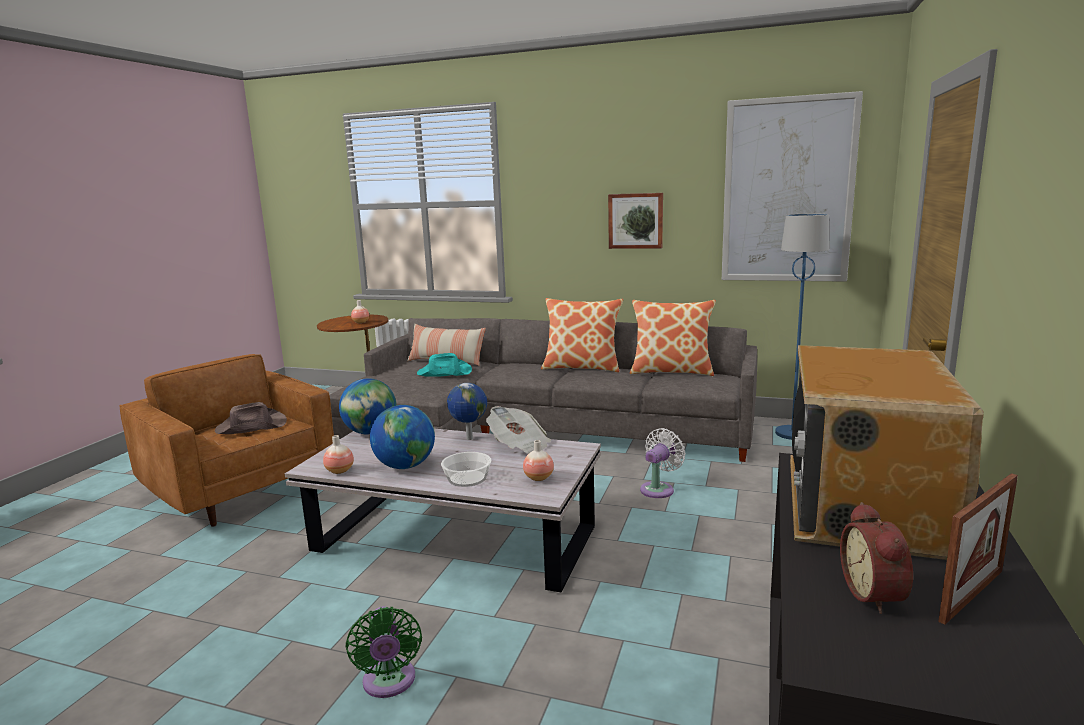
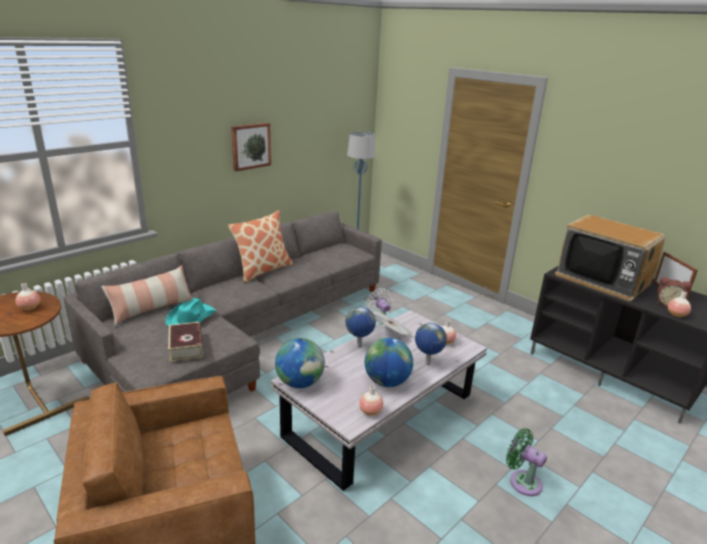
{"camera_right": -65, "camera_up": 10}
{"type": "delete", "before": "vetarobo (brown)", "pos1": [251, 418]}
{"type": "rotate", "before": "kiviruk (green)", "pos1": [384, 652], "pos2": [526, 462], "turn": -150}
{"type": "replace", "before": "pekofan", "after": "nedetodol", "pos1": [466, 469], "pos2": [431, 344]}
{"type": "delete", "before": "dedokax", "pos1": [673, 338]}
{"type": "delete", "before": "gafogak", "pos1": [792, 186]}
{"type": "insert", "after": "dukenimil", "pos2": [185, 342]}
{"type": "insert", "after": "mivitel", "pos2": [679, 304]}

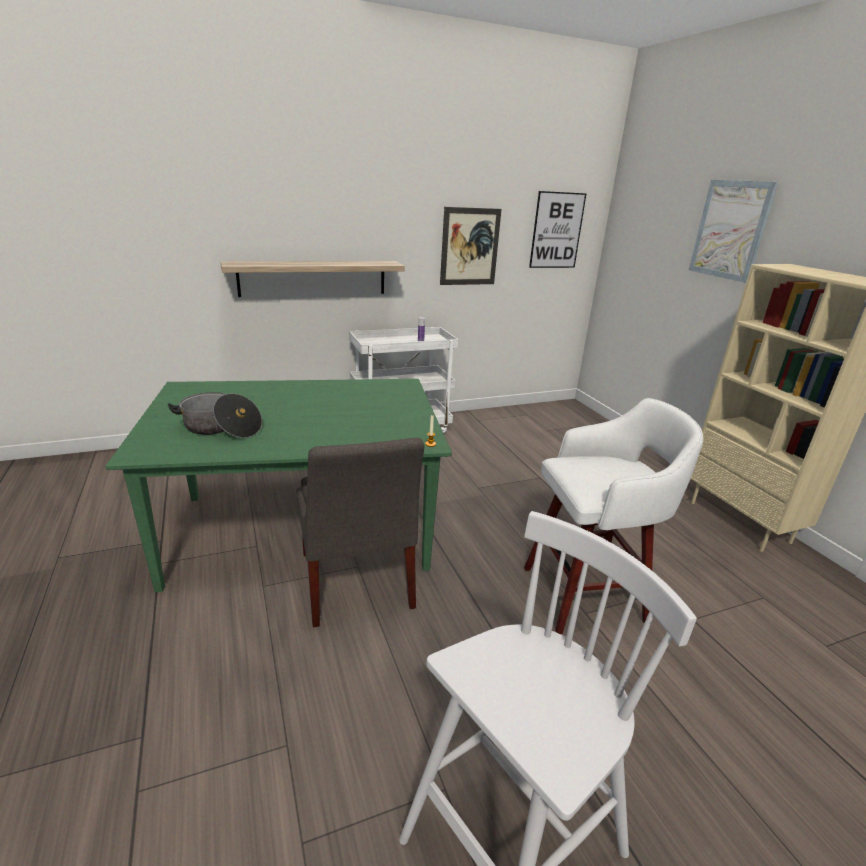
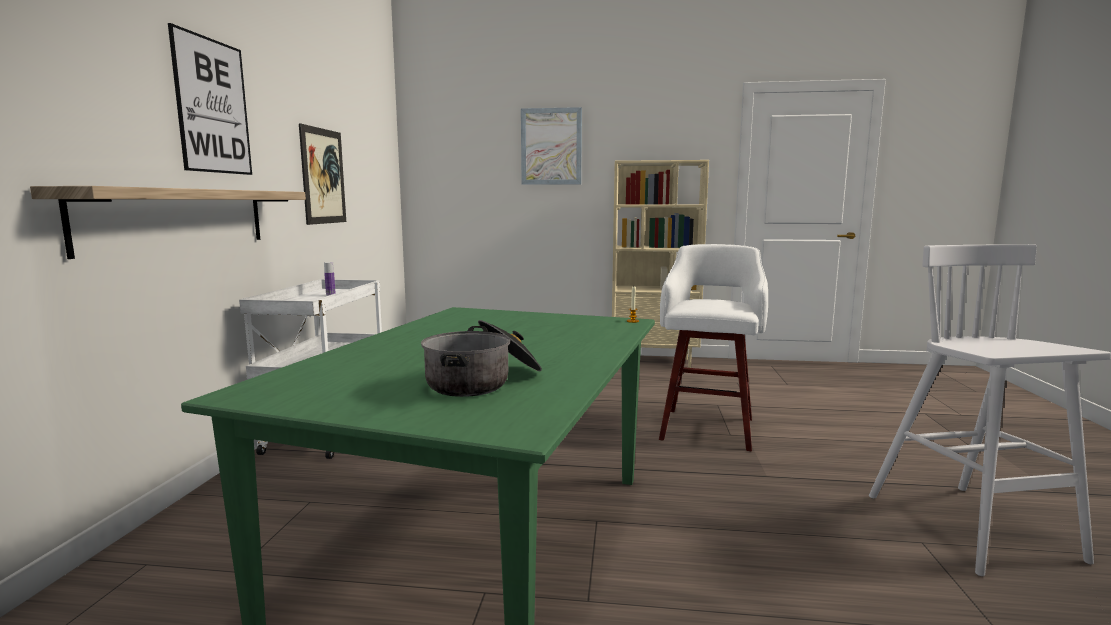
{"camera_right": -60, "camera_up": -15}
{"type": "delete", "before": "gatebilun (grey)", "pos1": [360, 532]}
{"type": "move", "before": "gafogak", "pos1": [557, 229], "pos2": [210, 99]}

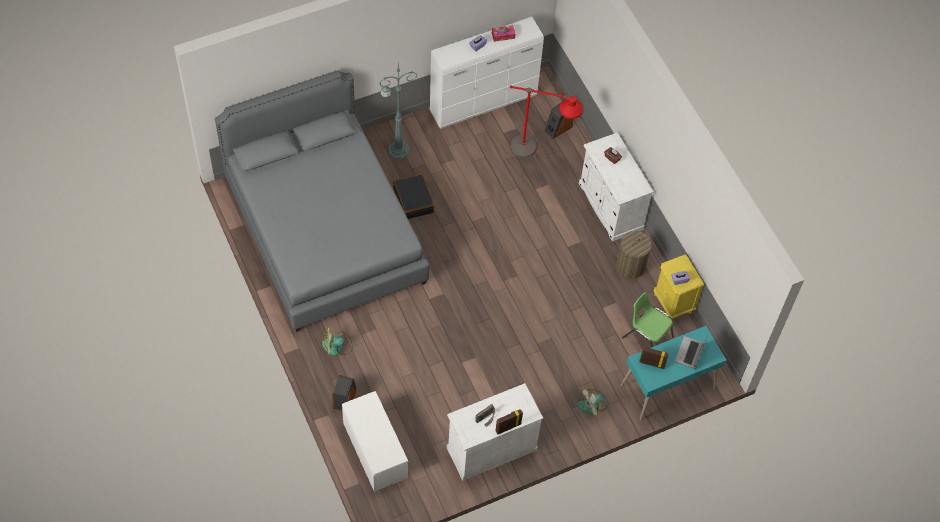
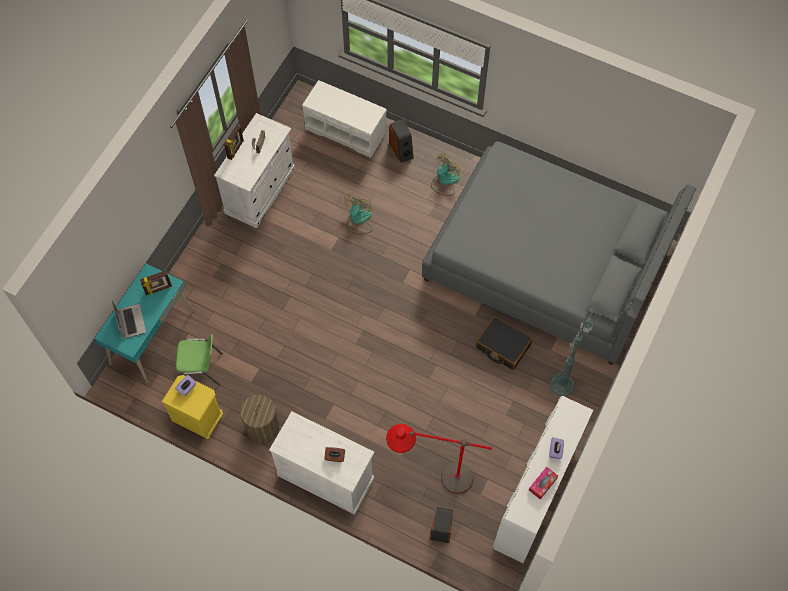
{"camera_right": 145, "camera_up": 5}
{"type": "move", "before": "kiviruk", "pos1": [593, 401], "pos2": [358, 214]}

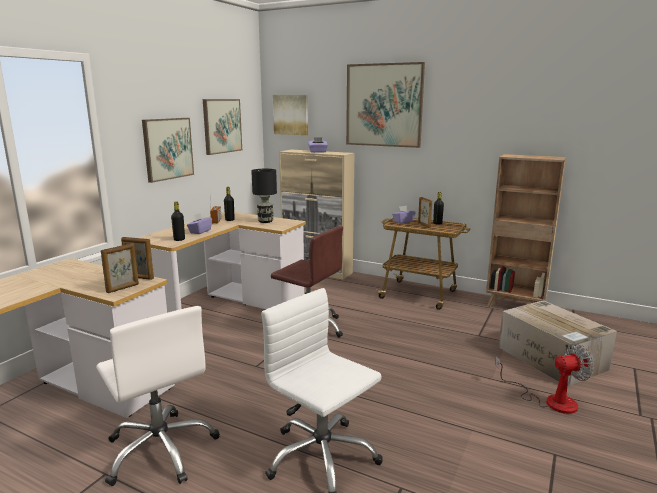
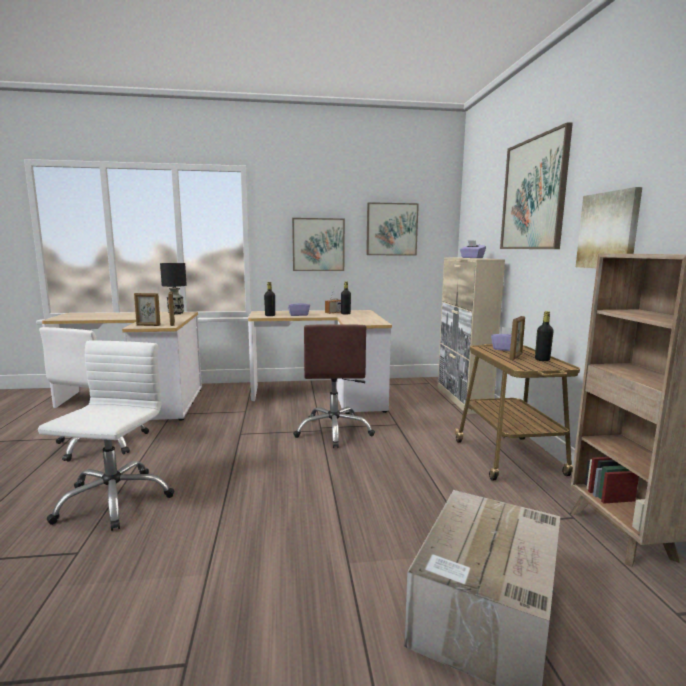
{"camera_right": 55, "camera_up": -5}
{"type": "move", "before": "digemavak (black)", "pos1": [264, 196], "pos2": [173, 289]}
{"type": "move", "before": "gafogak", "pos1": [290, 115], "pos2": [609, 227]}
{"type": "delete", "before": "kiviruk", "pos1": [544, 378]}

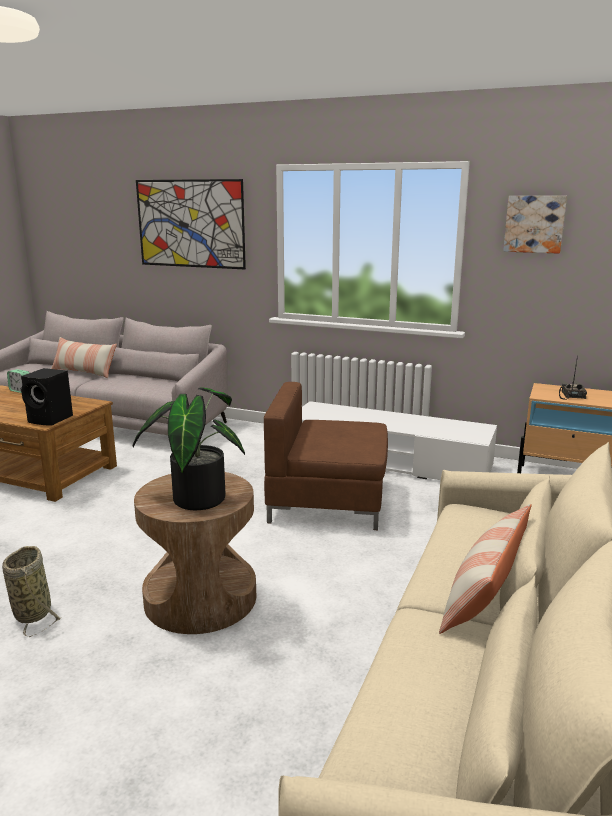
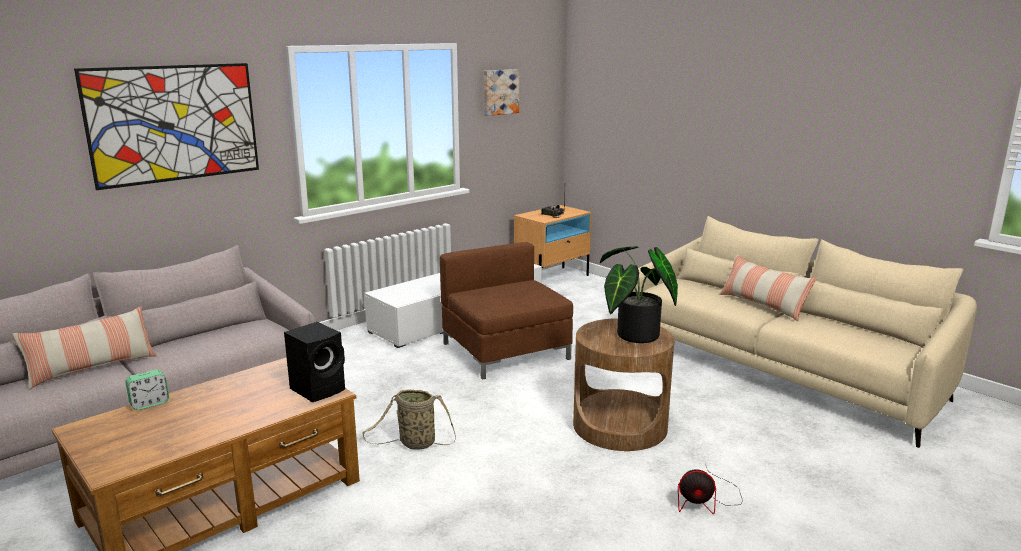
{"camera_right": -65, "camera_up": 0}
{"type": "move", "before": "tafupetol", "pos1": [32, 591], "pos2": [409, 419]}
{"type": "rotate", "before": "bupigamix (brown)", "pos1": [326, 456], "pos2": [506, 311], "turn": 120}
{"type": "insert", "after": "kiviruk", "pos2": [710, 490]}

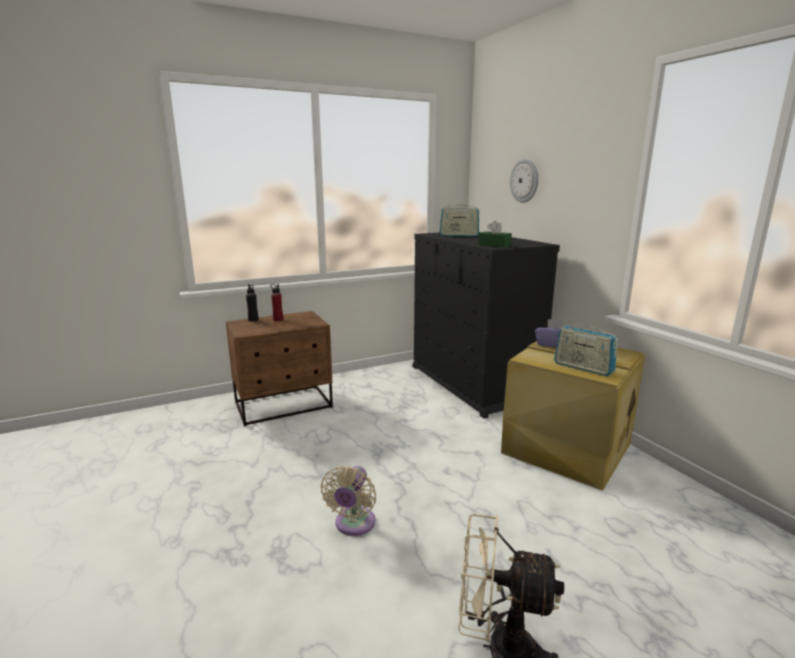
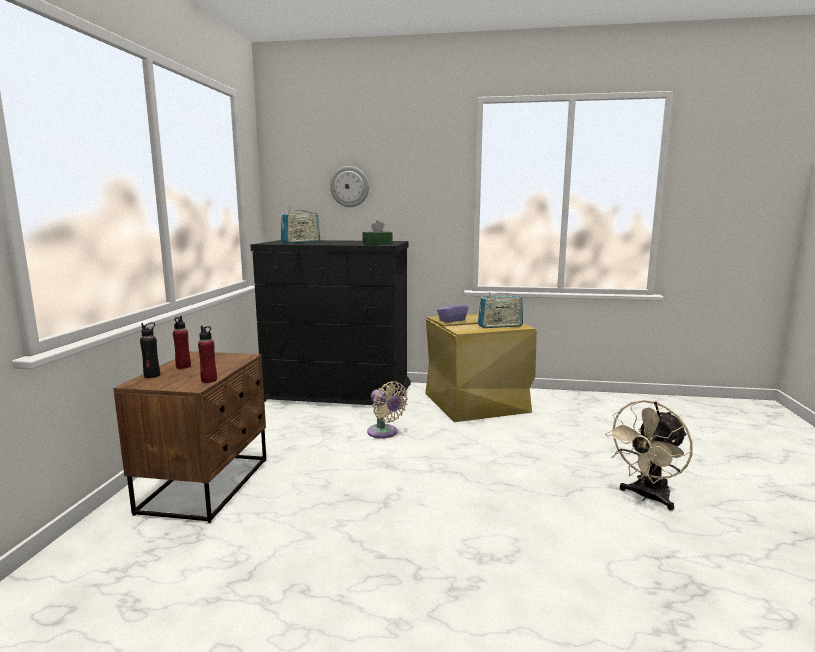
{"camera_right": -55, "camera_up": -5}
{"type": "move", "before": "kiviruk (beige)", "pos1": [348, 501], "pos2": [387, 409]}
{"type": "insert", "after": "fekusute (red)", "pos2": [207, 354]}

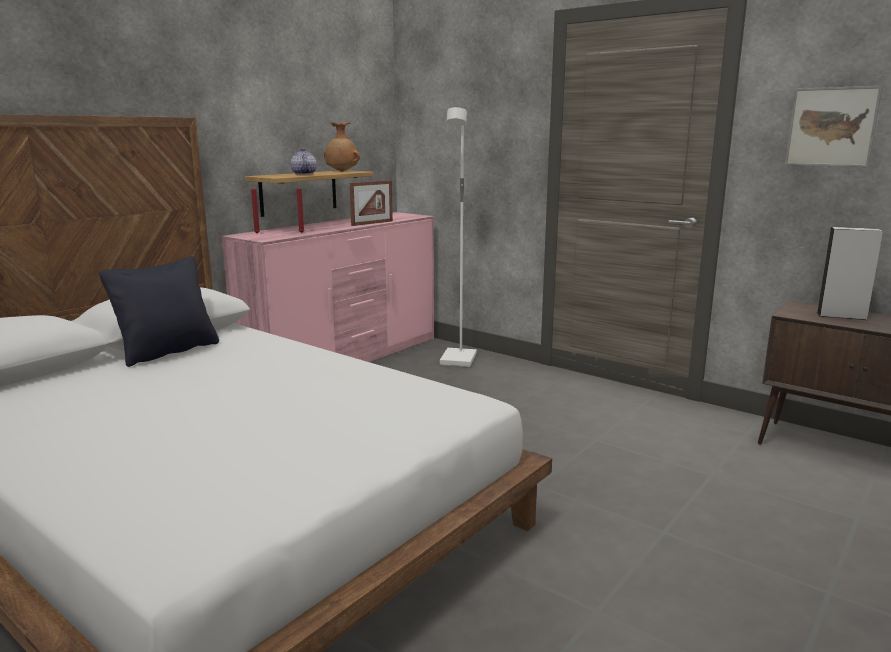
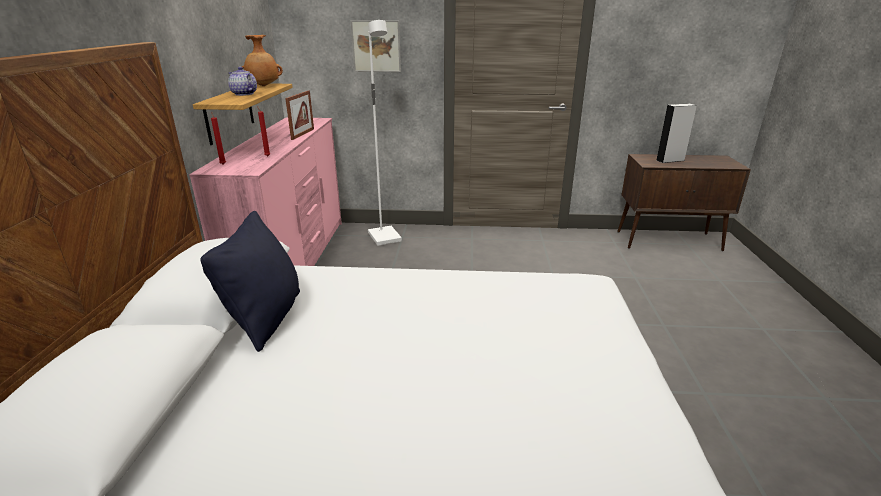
{"camera_right": -35, "camera_up": 10}
{"type": "move", "before": "gafogak", "pos1": [833, 126], "pos2": [375, 46]}

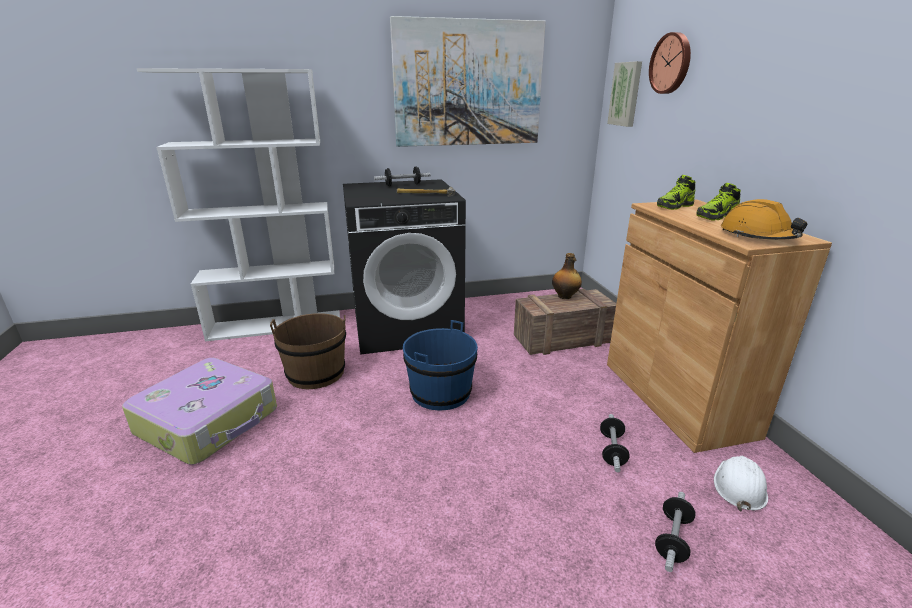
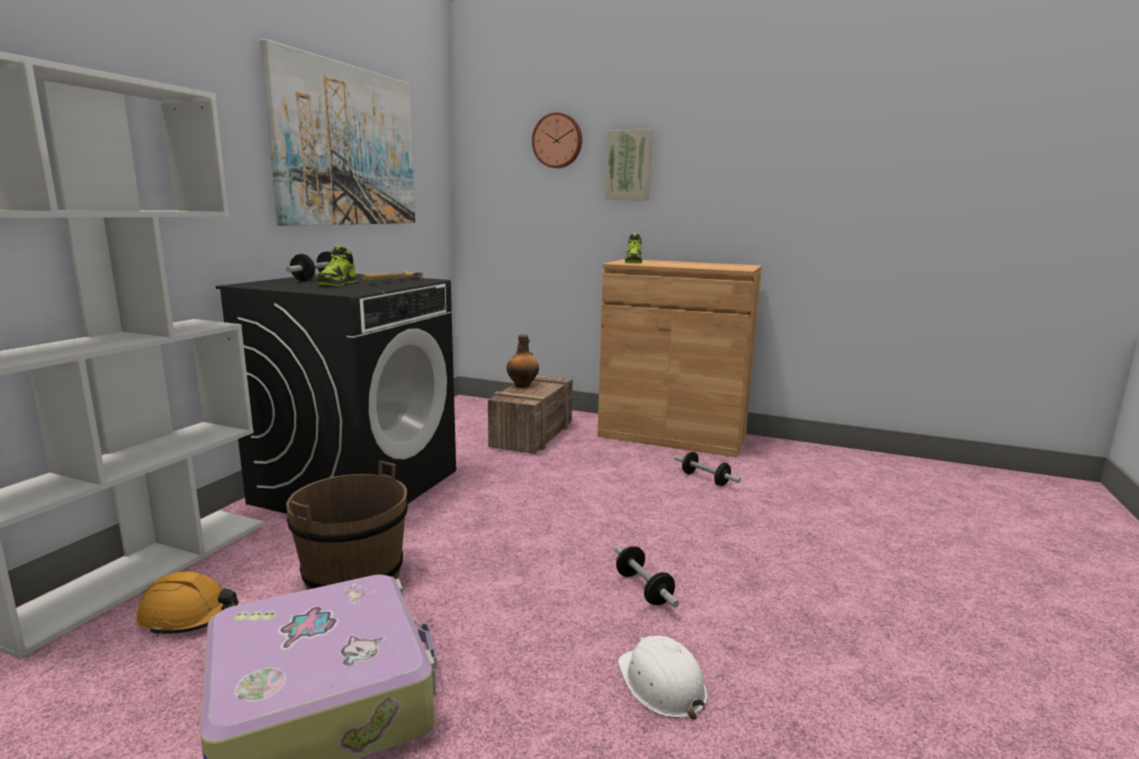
{"camera_right": -55, "camera_up": -10}
{"type": "delete", "before": "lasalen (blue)", "pos1": [440, 365]}
{"type": "move", "before": "gafogak", "pos1": [624, 94], "pos2": [629, 164]}
{"type": "move", "before": "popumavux", "pos1": [675, 532], "pos2": [647, 577]}
{"type": "move", "before": "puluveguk", "pos1": [718, 201], "pos2": [337, 266]}
{"type": "move", "before": "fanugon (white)", "pos1": [741, 483], "pos2": [662, 678]}
{"type": "move", "before": "fanugon (orange)", "pos1": [764, 219], "pos2": [187, 603]}

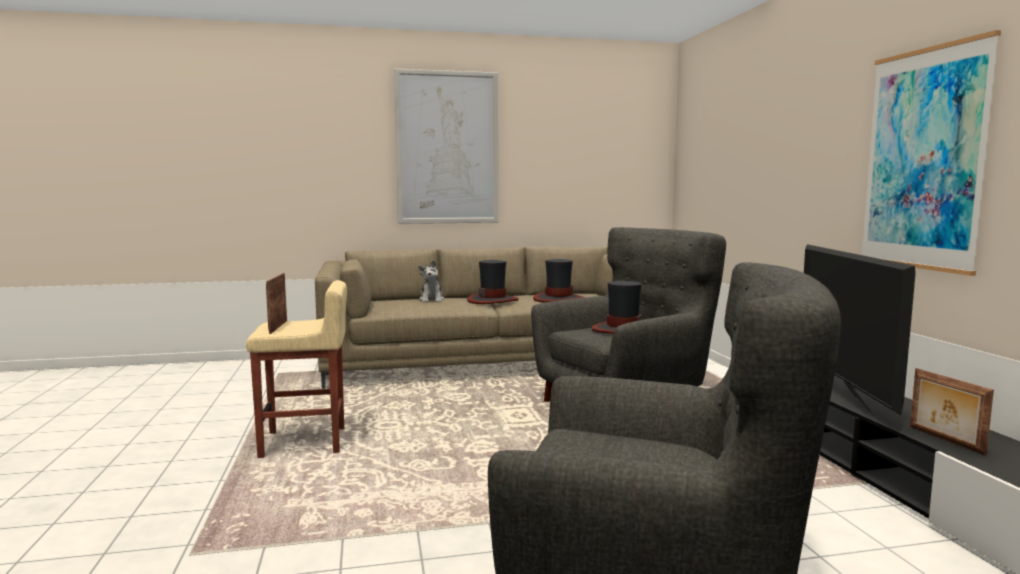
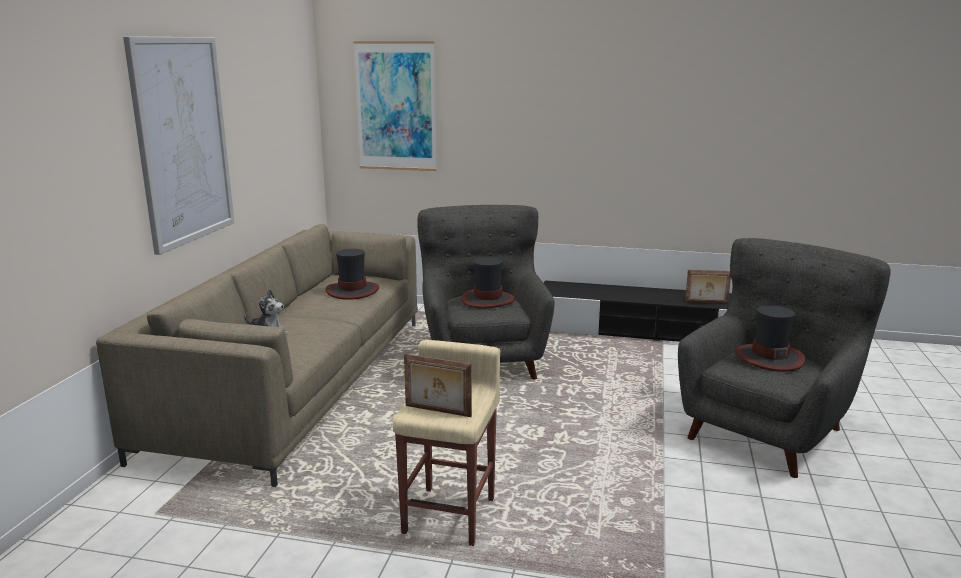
{"camera_right": -65, "camera_up": 10}
{"type": "move", "before": "vetarobo", "pos1": [493, 282], "pos2": [770, 338]}
{"type": "delete", "before": "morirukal", "pos1": [860, 331]}
{"type": "move", "before": "gafogak", "pos1": [931, 153], "pos2": [395, 106]}

